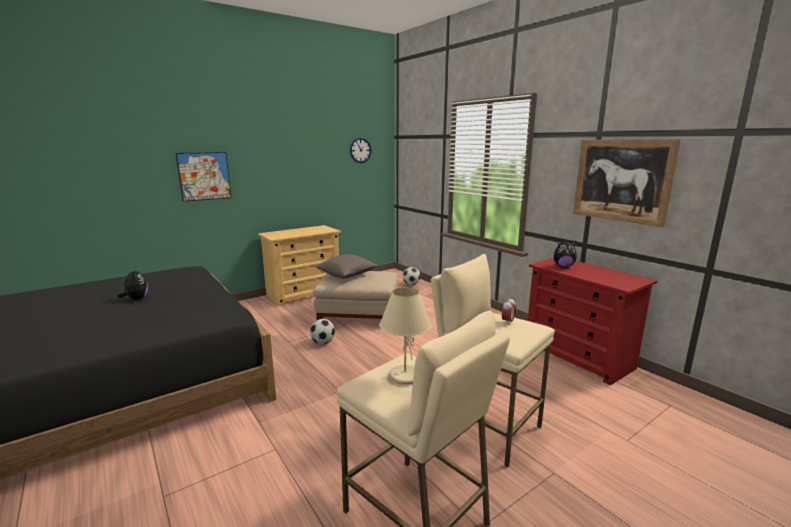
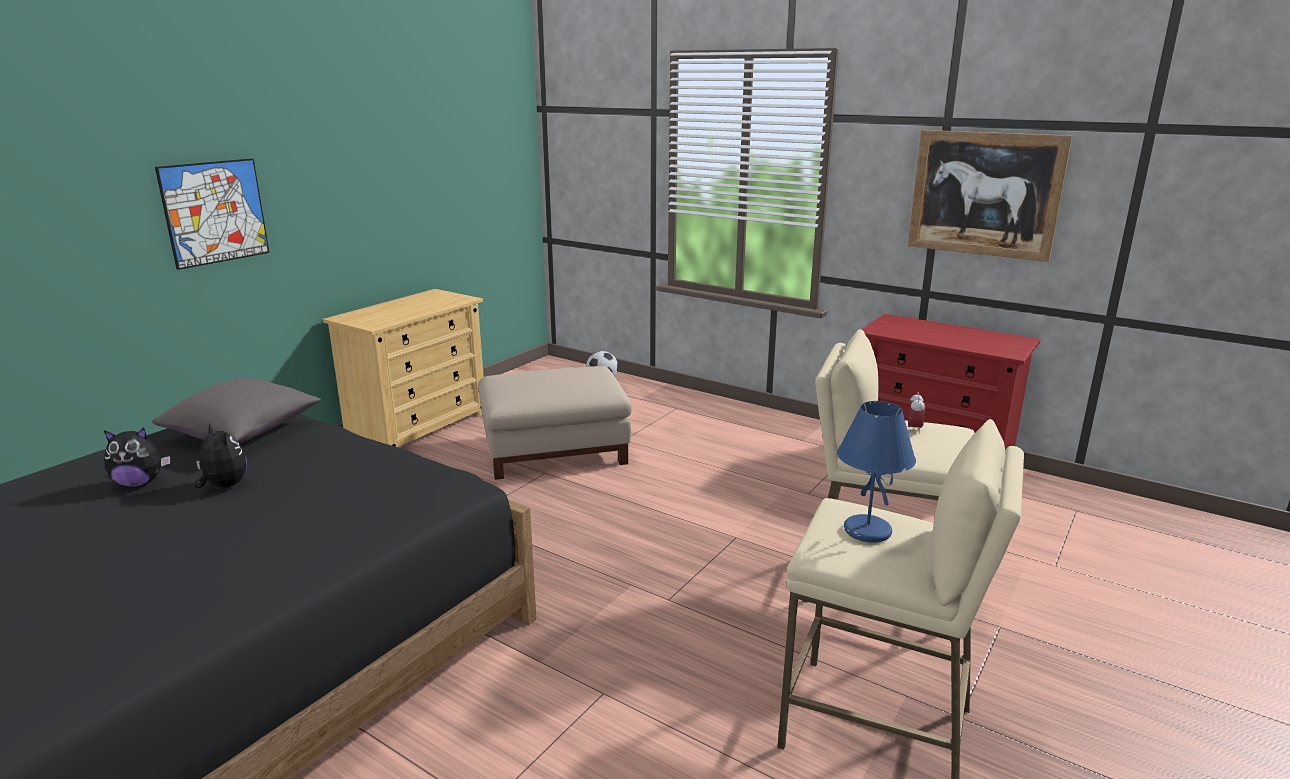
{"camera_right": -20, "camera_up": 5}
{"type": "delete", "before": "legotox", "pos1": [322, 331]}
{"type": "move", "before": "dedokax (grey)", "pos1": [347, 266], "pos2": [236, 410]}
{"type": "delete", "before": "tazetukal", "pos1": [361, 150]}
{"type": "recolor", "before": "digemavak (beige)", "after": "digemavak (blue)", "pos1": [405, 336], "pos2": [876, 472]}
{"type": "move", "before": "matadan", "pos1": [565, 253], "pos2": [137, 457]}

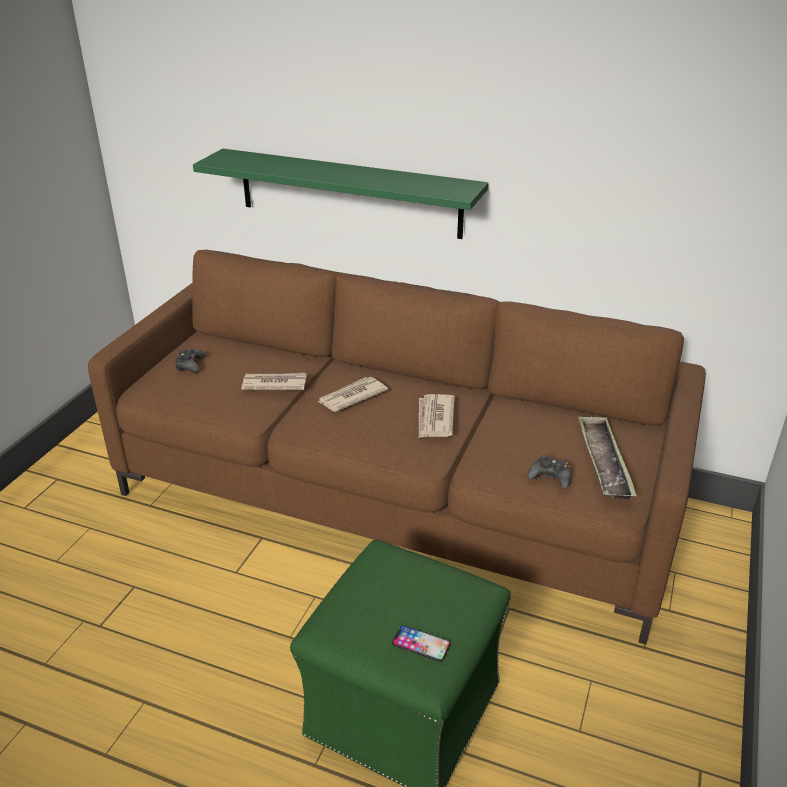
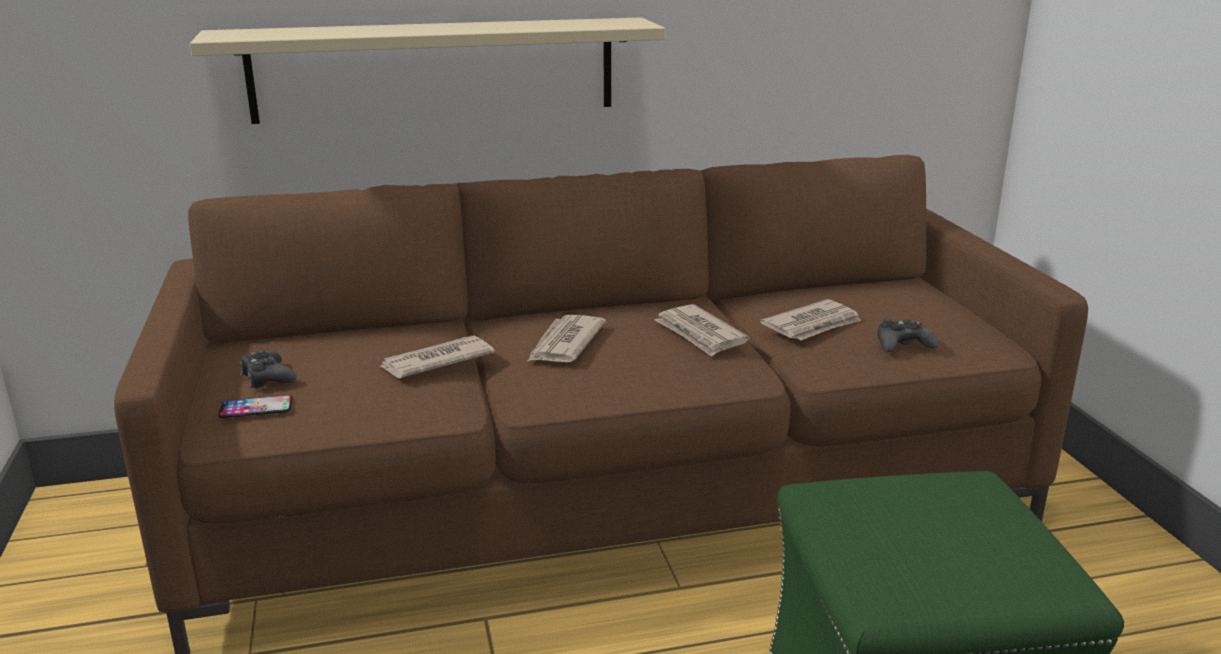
{"camera_right": -35, "camera_up": -10}
{"type": "recolor", "before": "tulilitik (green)", "after": "tulilitik (beige)", "pos1": [340, 194], "pos2": [427, 70]}
{"type": "move", "before": "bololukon", "pos1": [421, 643], "pos2": [255, 406]}
{"type": "delete", "before": "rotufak", "pos1": [607, 457]}
{"type": "insert", "after": "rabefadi", "pos2": [811, 319]}

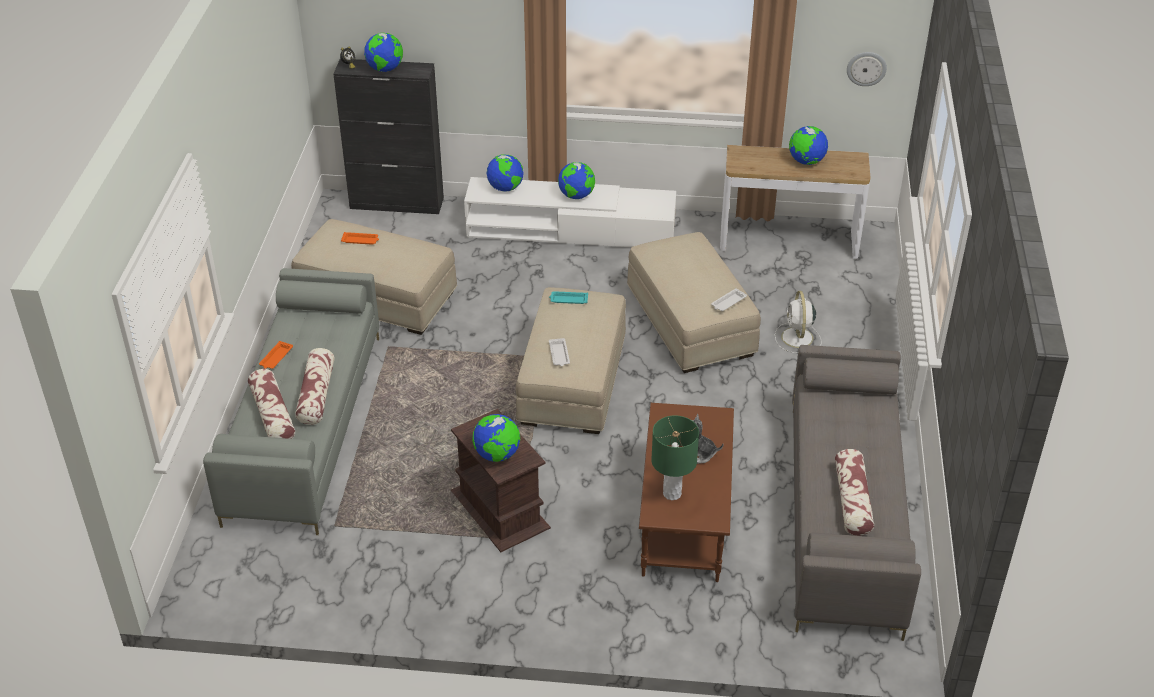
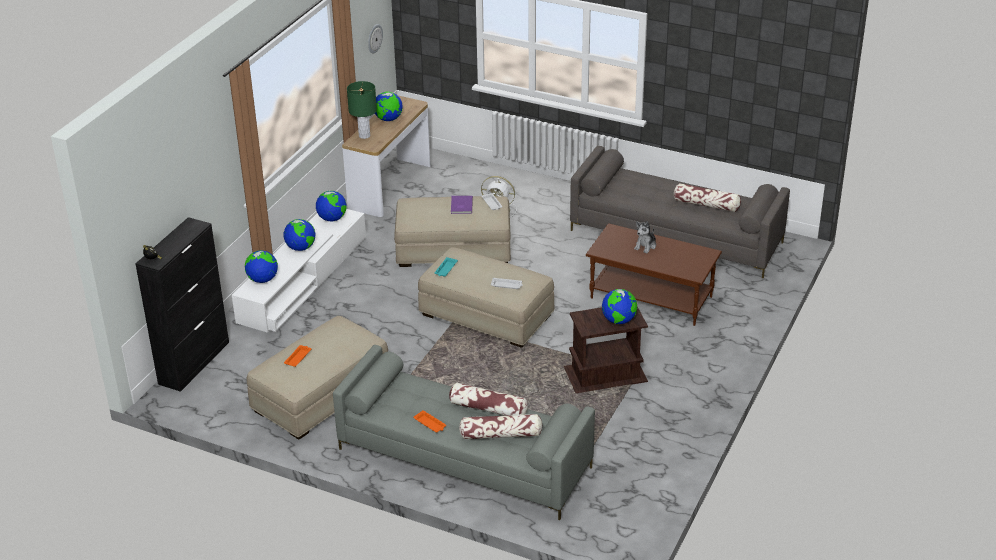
{"camera_right": -70, "camera_up": -5}
{"type": "move", "before": "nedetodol", "pos1": [383, 52], "pos2": [331, 206]}
{"type": "move", "before": "digemavak (green)", "pos1": [675, 457], "pos2": [362, 110]}
{"type": "insert", "after": "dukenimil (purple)", "pos2": [462, 205]}

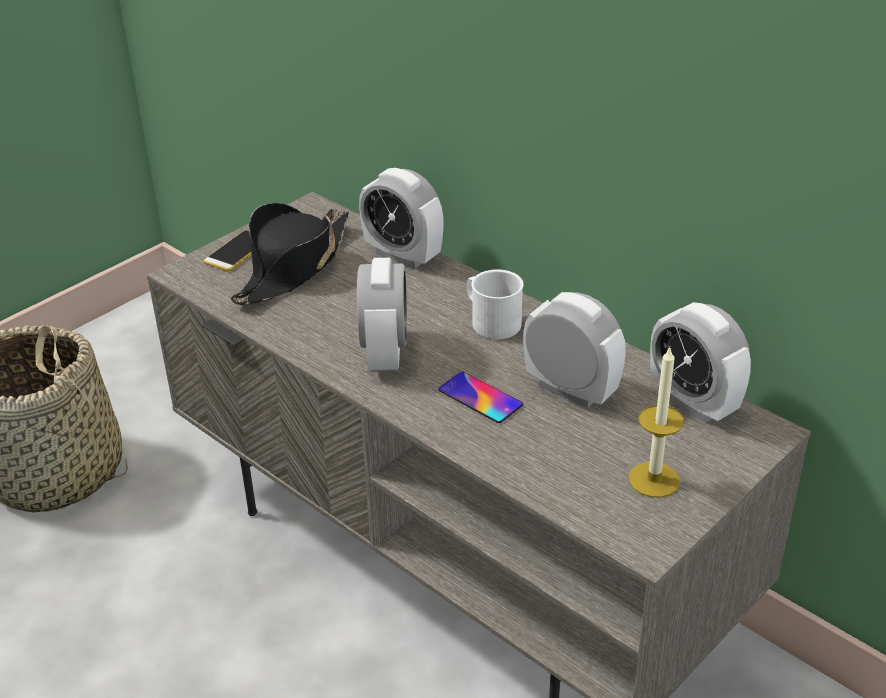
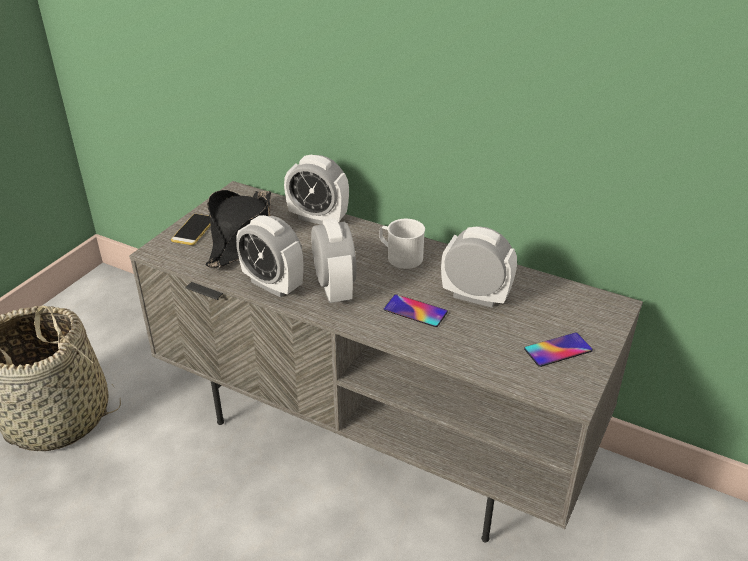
{"camera_right": -15, "camera_up": 0}
{"type": "replace", "before": "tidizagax", "after": "bololukon", "pos1": [656, 422], "pos2": [558, 350]}
{"type": "move", "before": "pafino", "pos1": [700, 362], "pos2": [270, 256]}

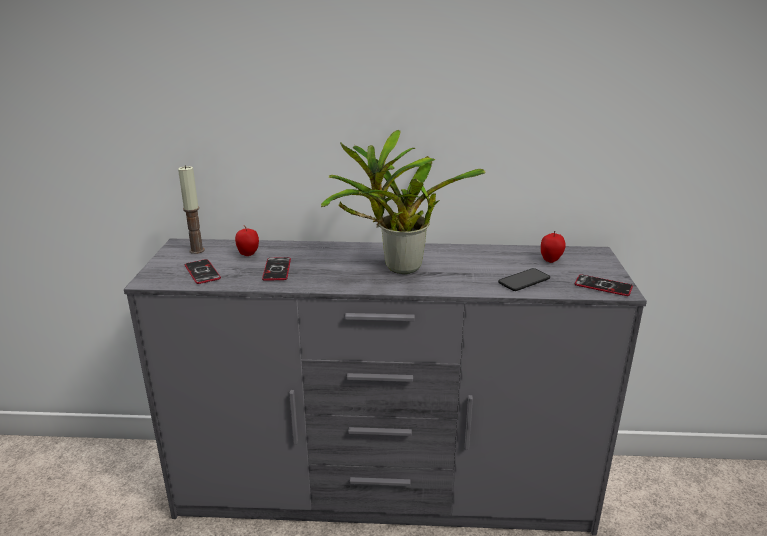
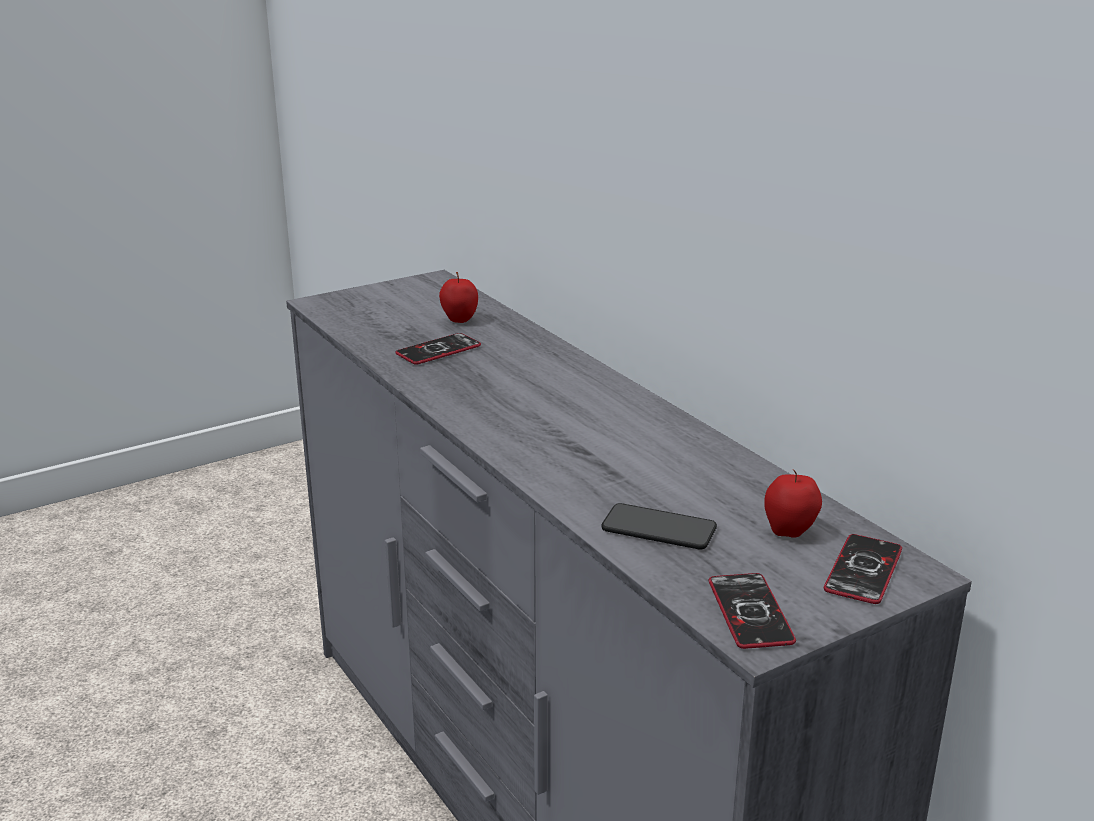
{"camera_right": 55, "camera_up": 0}
{"type": "delete", "before": "tidizagax", "pos1": [191, 209]}
{"type": "move", "before": "bololukon", "pos1": [203, 271], "pos2": [863, 569]}
{"type": "delete", "before": "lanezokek", "pos1": [403, 201]}

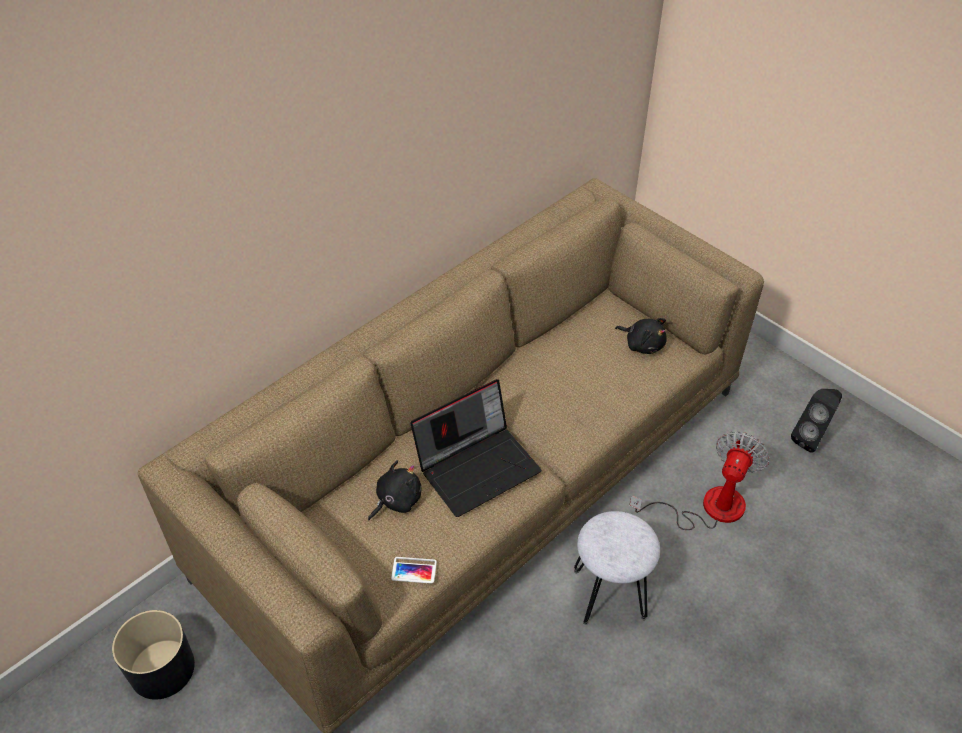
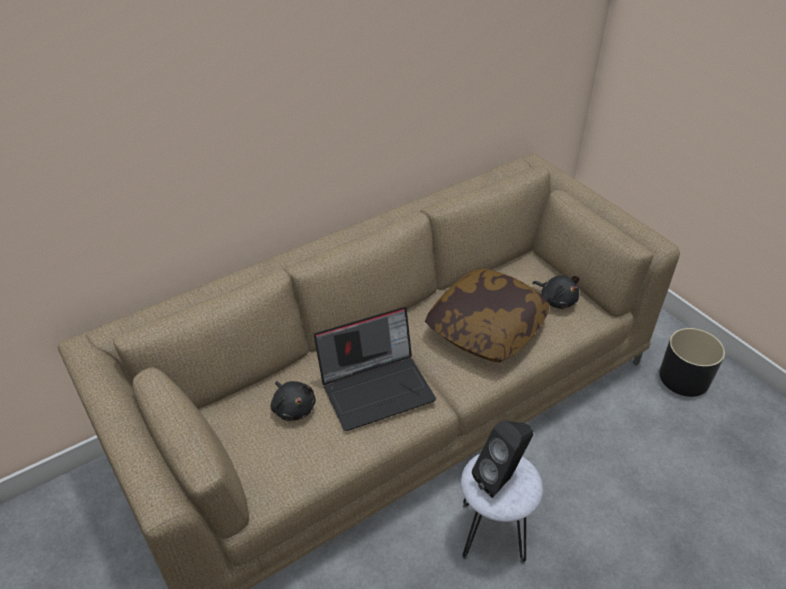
{"camera_right": 10, "camera_up": -5}
{"type": "move", "before": "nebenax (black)", "pos1": [153, 655], "pos2": [692, 362]}
{"type": "rotate", "before": "matadan (black)", "pos1": [394, 490], "pos2": [293, 401], "turn": 90}
{"type": "delete", "before": "bololukon", "pos1": [414, 570]}
{"type": "delete", "before": "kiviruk", "pos1": [699, 480]}
{"type": "move", "before": "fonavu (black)", "pos1": [816, 421], "pos2": [502, 459]}
{"type": "insert", "after": "dedokax", "pos2": [487, 315]}

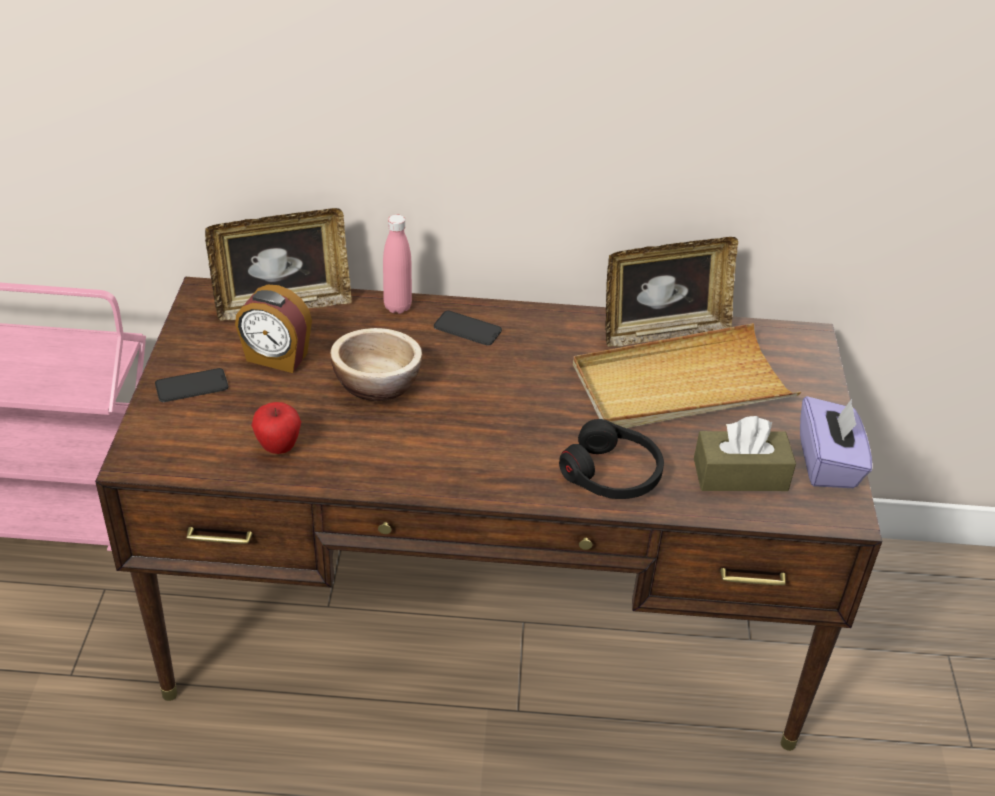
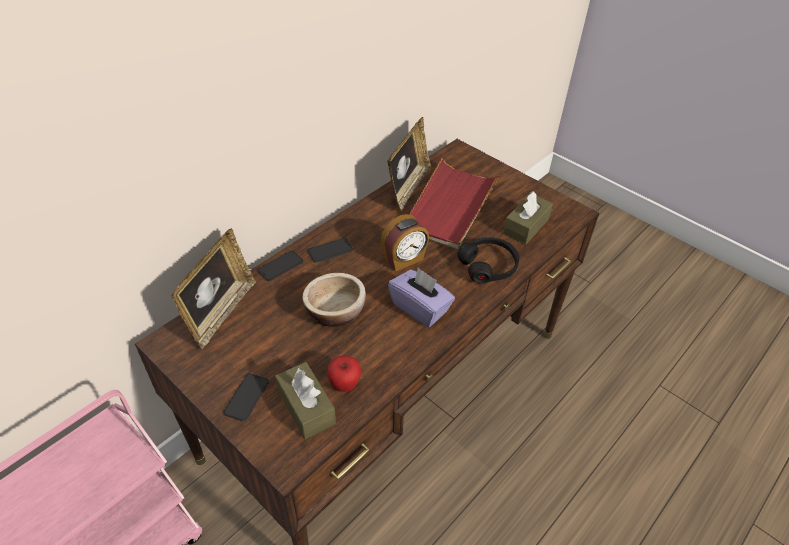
{"camera_right": -50, "camera_up": 5}
{"type": "move", "before": "pafino", "pos1": [273, 329], "pos2": [405, 242]}
{"type": "replace", "before": "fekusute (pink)", "after": "bololukon", "pos1": [397, 264], "pos2": [280, 266]}
{"type": "recolor", "before": "rotufak (beige)", "after": "rotufak (red)", "pos1": [687, 375], "pos2": [455, 203]}
{"type": "move", "before": "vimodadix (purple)", "pos1": [836, 442], "pos2": [421, 297]}
{"type": "insert", "after": "vimodadix (brown)", "pos2": [305, 400]}

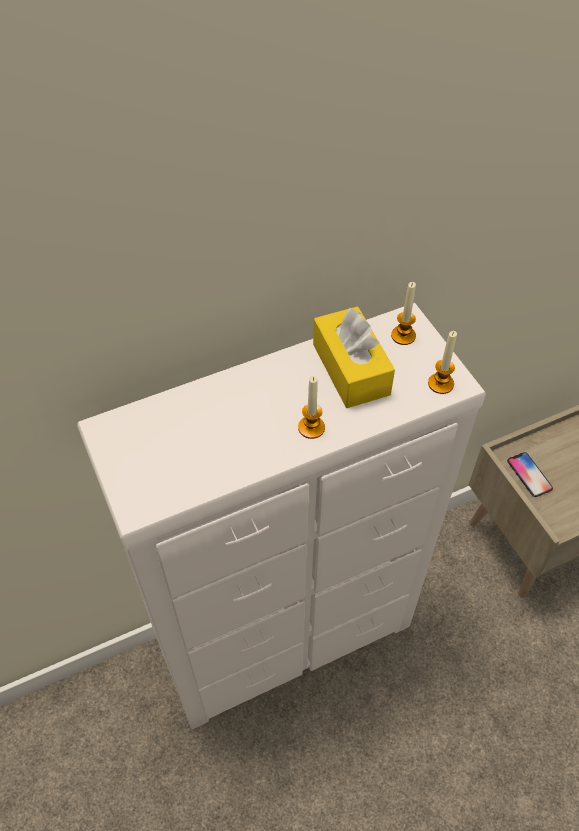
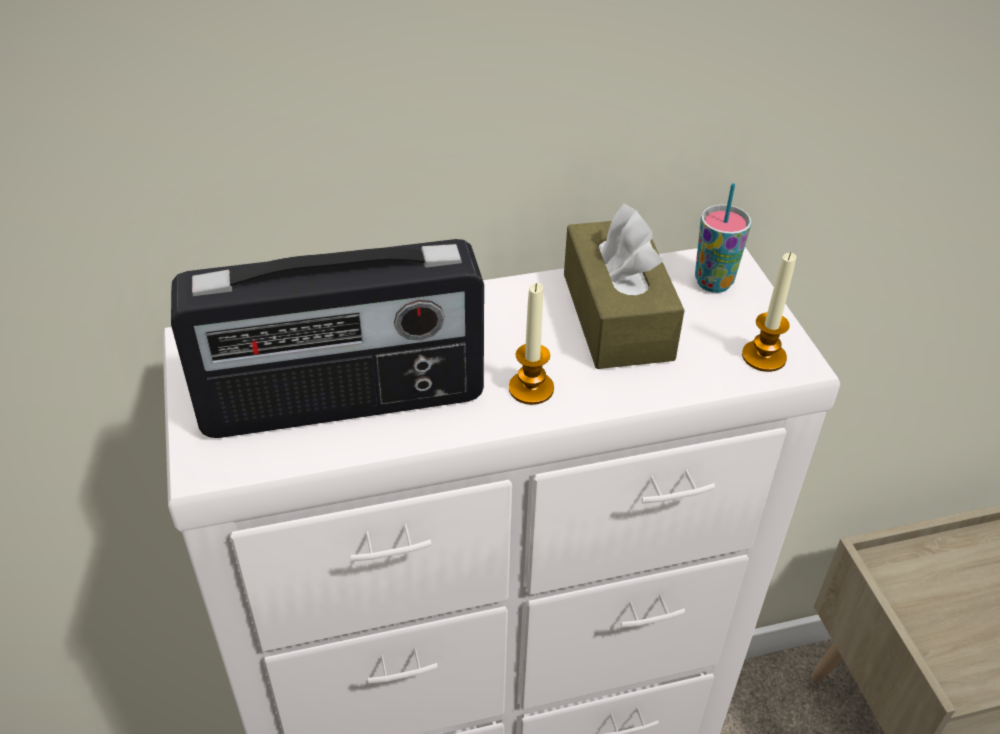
{"camera_right": 10, "camera_up": -10}
{"type": "recolor", "before": "vimodadix (yellow)", "after": "vimodadix (brown)", "pos1": [354, 357], "pos2": [624, 286]}
{"type": "replace", "before": "tidizagax", "after": "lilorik", "pos1": [403, 313], "pos2": [723, 238]}
{"type": "delete", "before": "bololukon", "pos1": [530, 474]}
{"type": "insert", "after": "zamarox", "pos2": [327, 338]}

